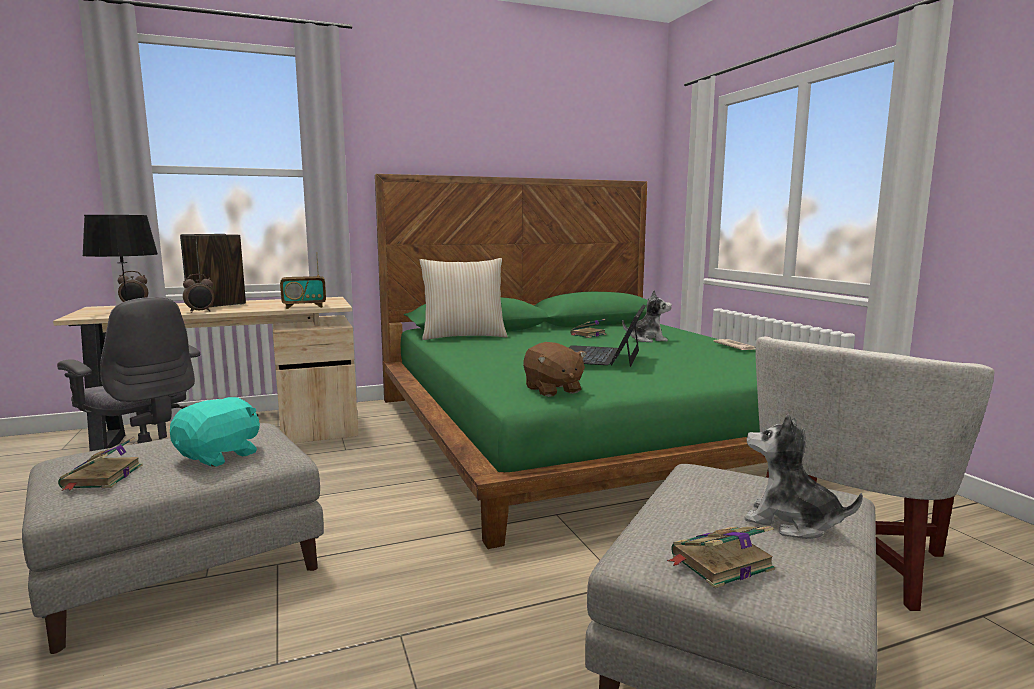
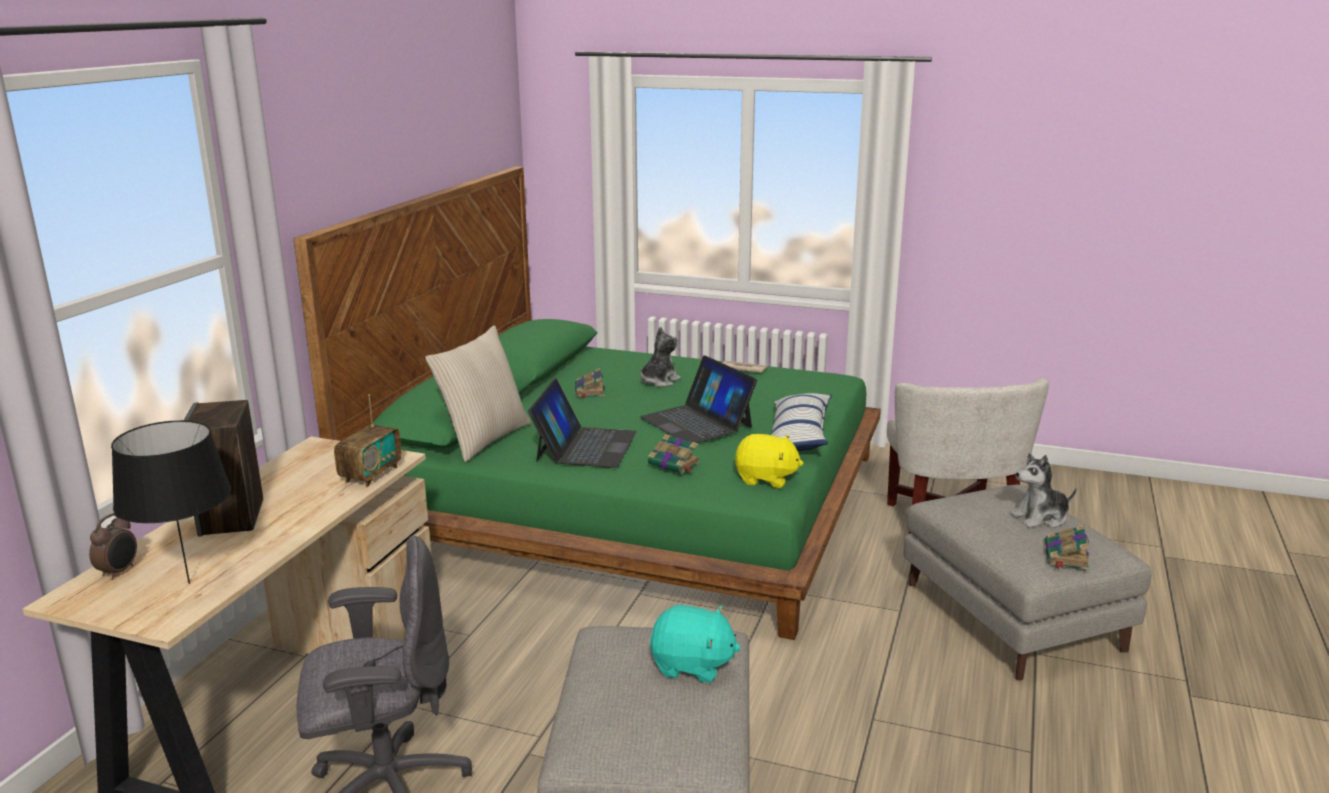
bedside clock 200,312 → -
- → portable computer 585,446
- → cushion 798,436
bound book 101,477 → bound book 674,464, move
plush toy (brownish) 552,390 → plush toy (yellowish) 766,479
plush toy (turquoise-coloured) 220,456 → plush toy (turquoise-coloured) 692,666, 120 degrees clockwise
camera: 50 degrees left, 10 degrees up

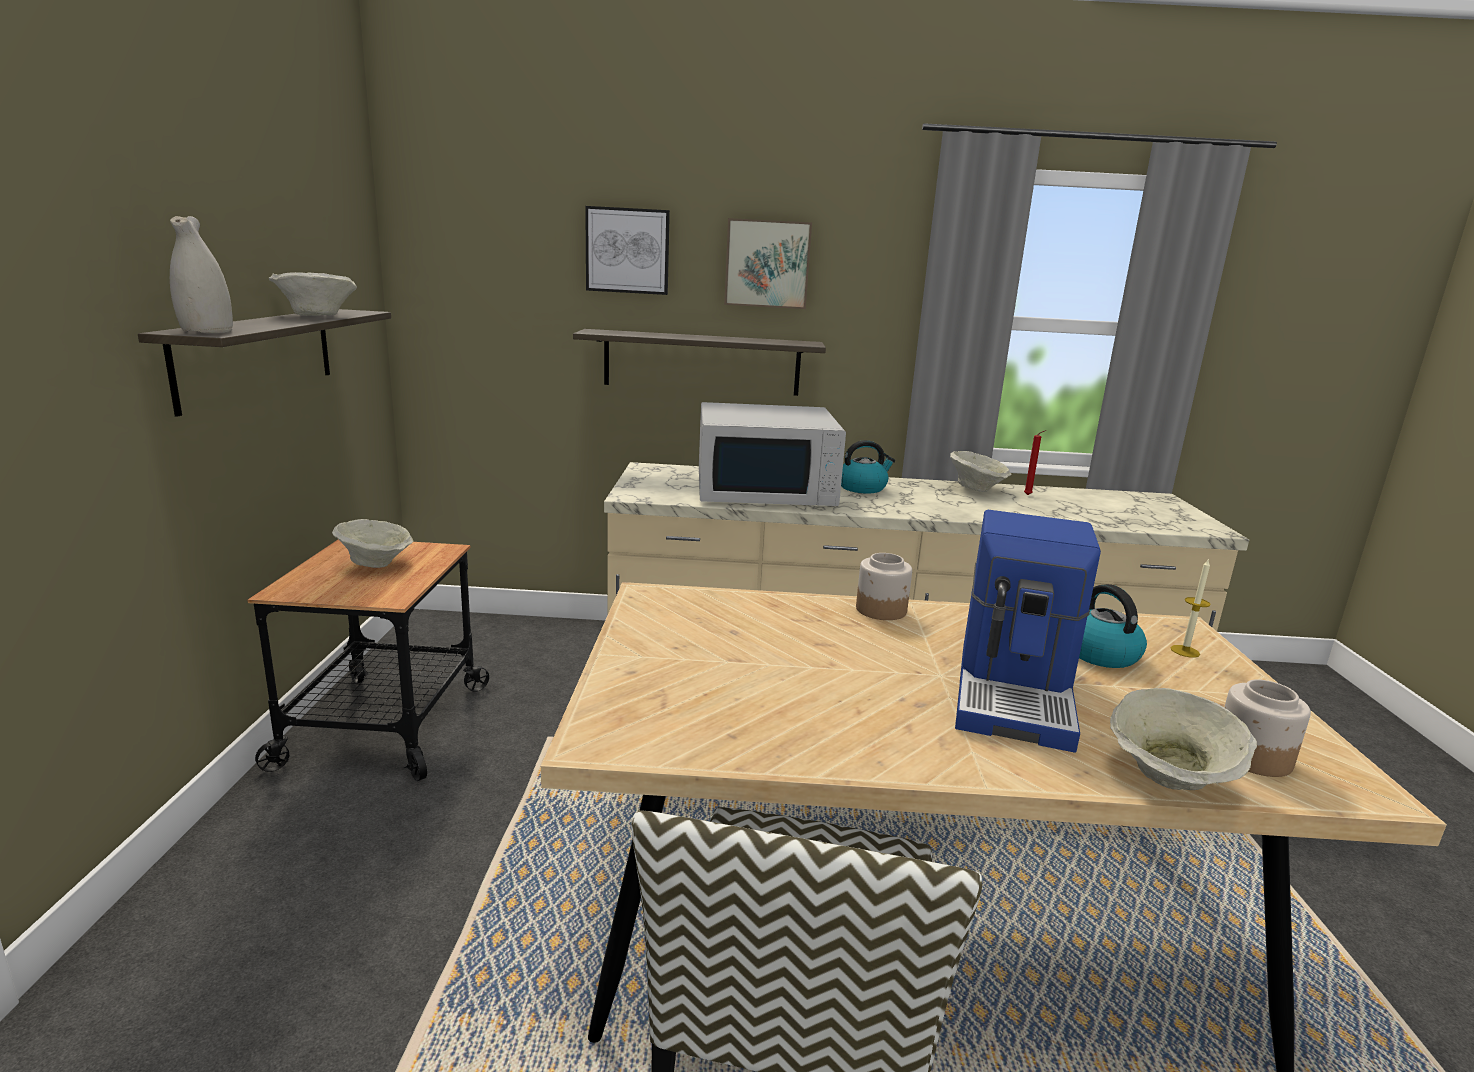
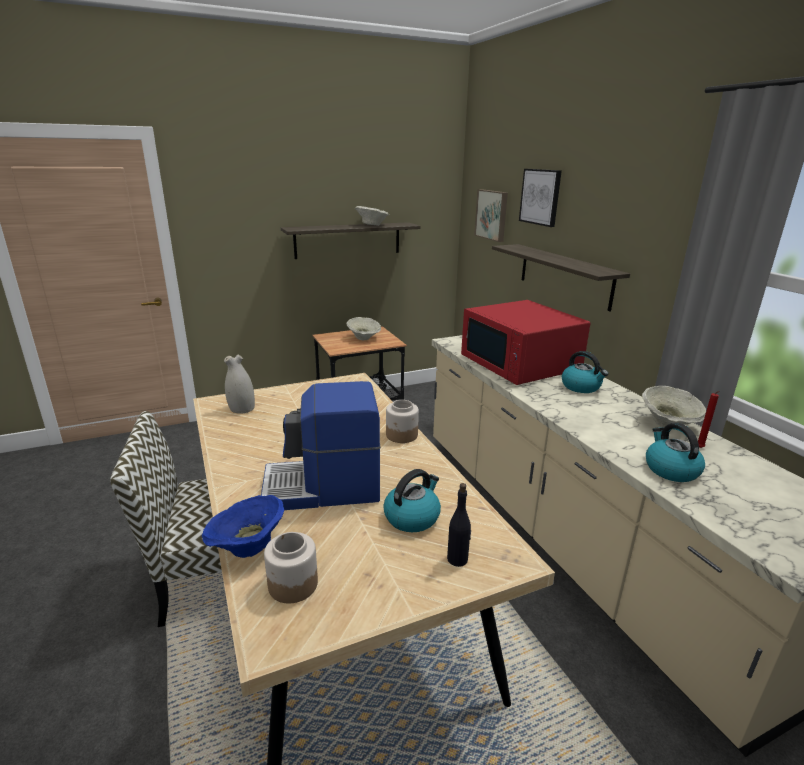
- → kettle 670,469
vase (white-coloured) 206,332 → vase (white-coloured) 241,409, move
wall picture 767,264 → wall picture 492,215, move
wax candle 1185,651 → drink bottle (black-coloured) 457,559
kitchen microwave (white-coloured) 766,489 → kitchen microwave (reddish) 520,364
serving bowl (beige-coloured) 1170,778 → serving bowl (blue) 247,547
camera: 65 degrees right, 5 degrees up

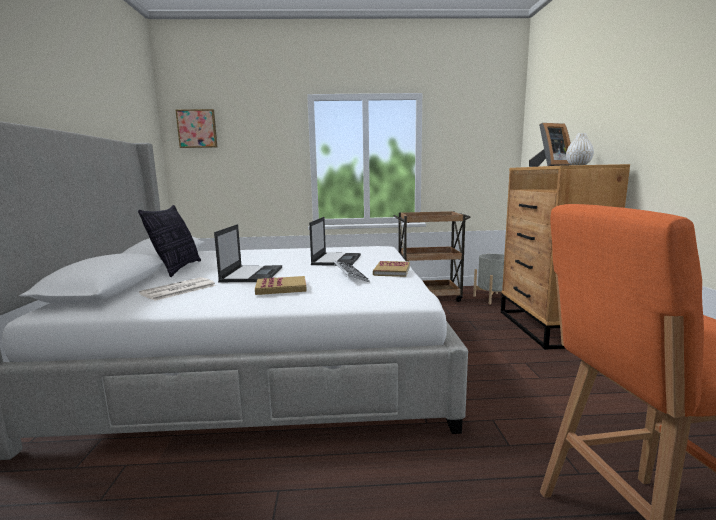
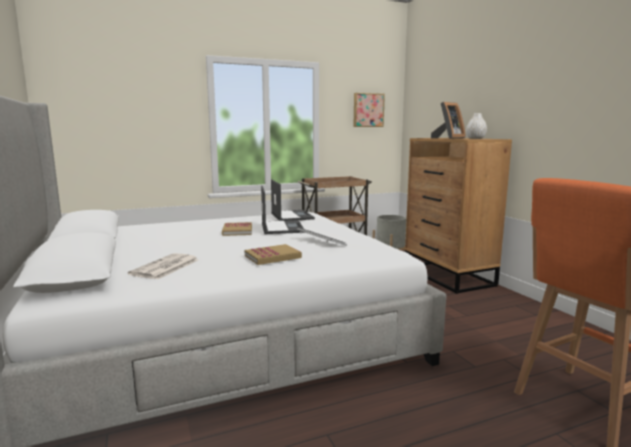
cushion 177,269 → -
wall picture 197,129 → wall picture 368,110, move
portable computer 252,274 → portable computer 291,216, move
bound book 392,271 → bound book 237,231, move
camera: 20 degrees left, 0 degrees up

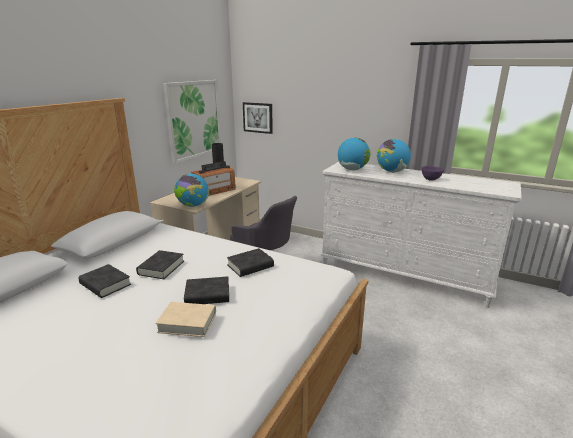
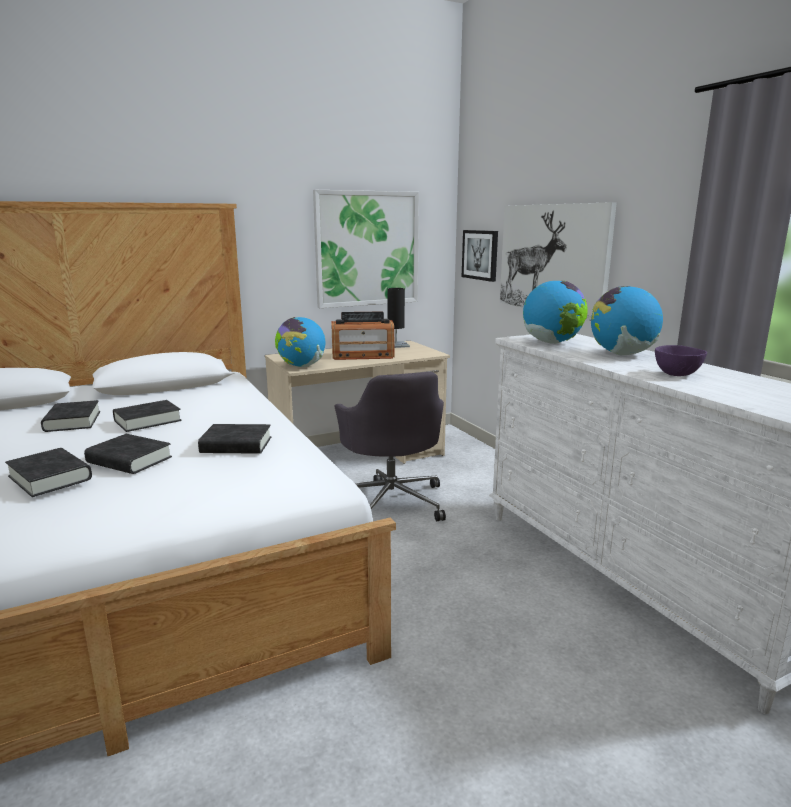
- → wall picture 552,259
bound book (beige-coloured) 187,322 → bound book (black-coloured) 50,478
camera: 35 degrees right, 5 degrees down

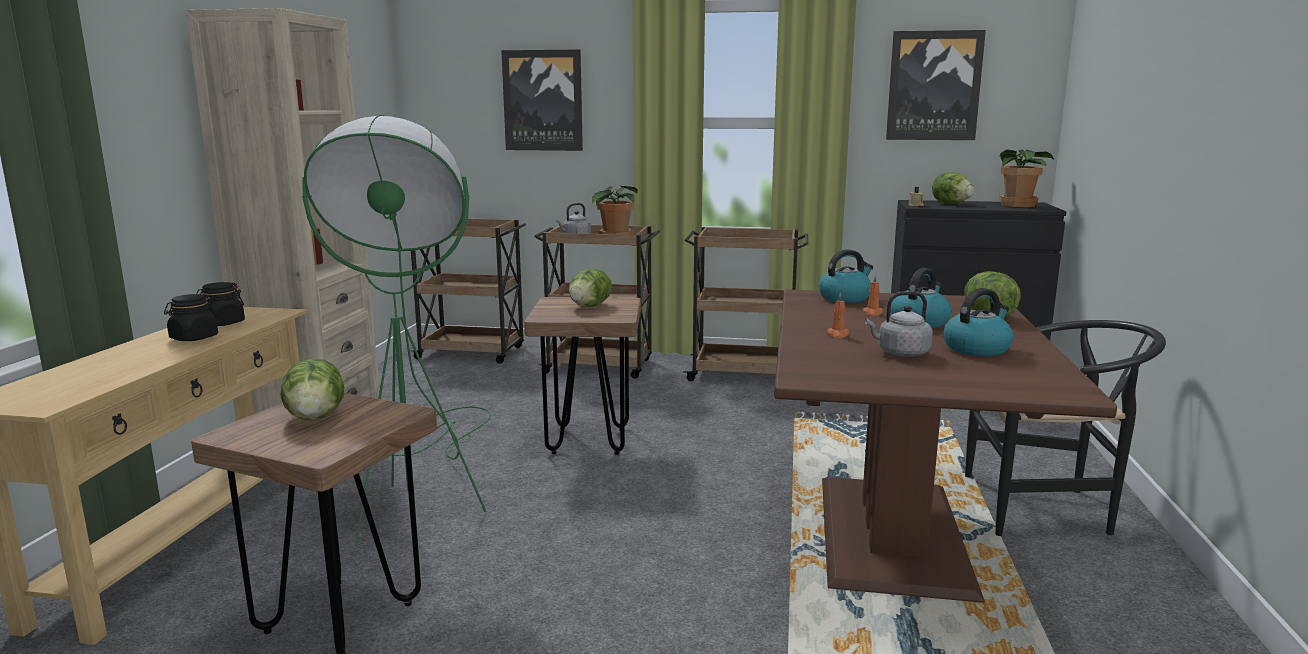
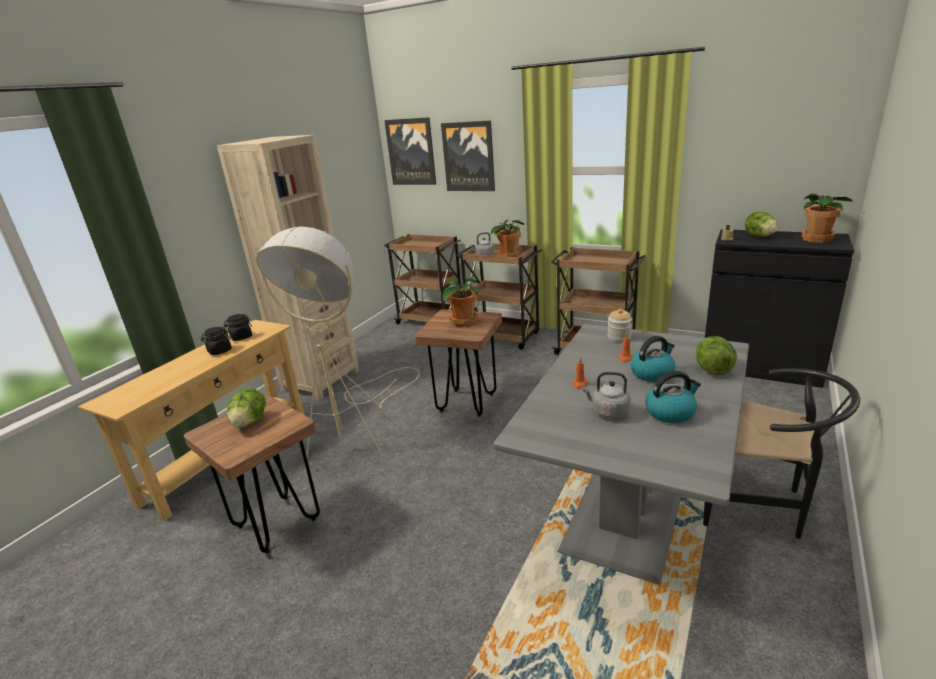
wall picture 934,86 → wall picture 411,152, move
head of lettuce 589,306 → houseplant 463,321
kettle 845,298 → jar 619,337
standard lamp (greenish) 422,487 → standard lamp (beige-coloured) 357,431
dining table (brownish) 895,534 → dining table (grey) 629,511
camera: 20 degrees right, 10 degrees up

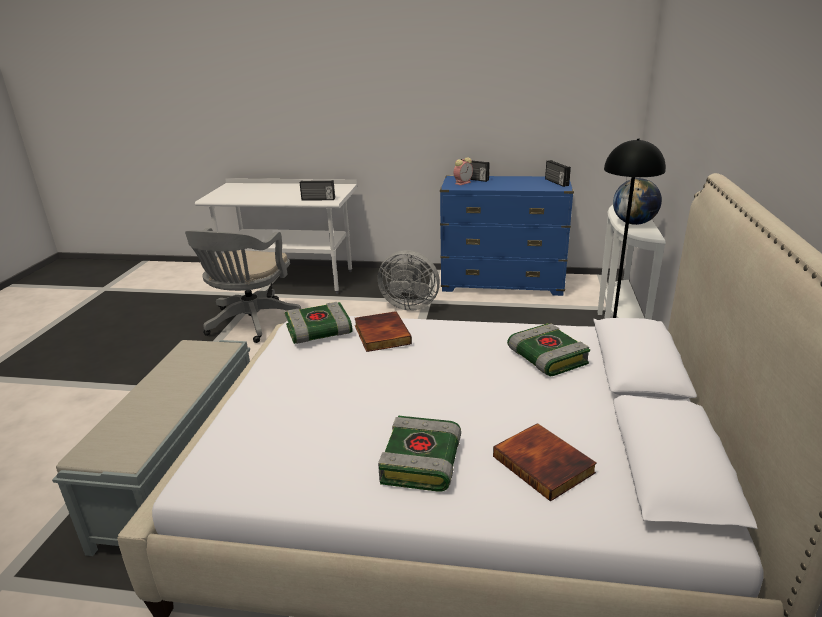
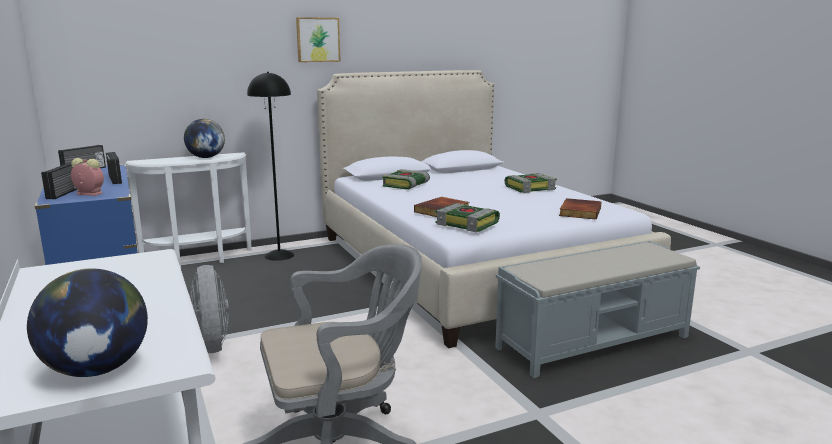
- → desk globe 97,369
- → wall picture 317,39
radio 318,199 → radio 116,179, move
bound book 544,464 → bound book 579,211, move
camera: 125 degrees left, 10 degrees down

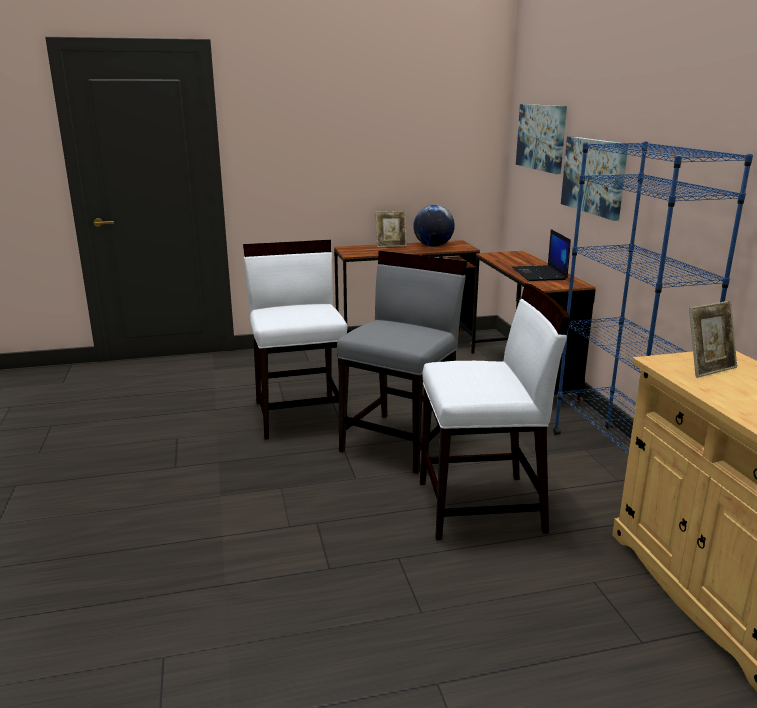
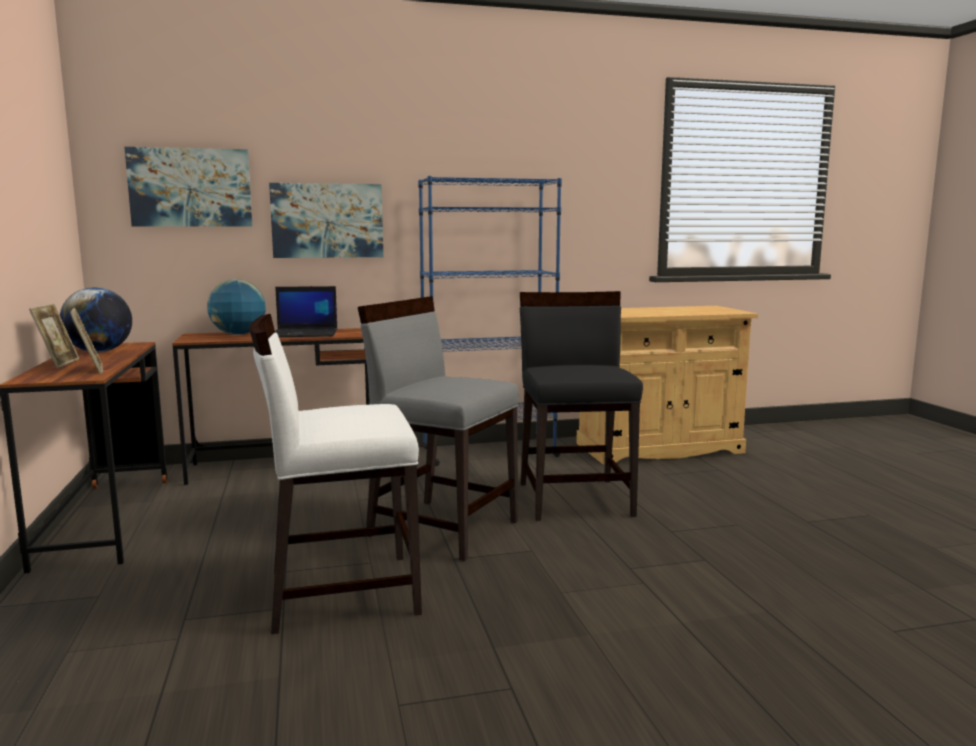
- → desk globe 238,334
standing frame 708,369 → standing frame 90,370, move
chair (white-coloured) 482,507 → chair (black-coloured) 575,498
camera: 90 degrees left, 10 degrees down

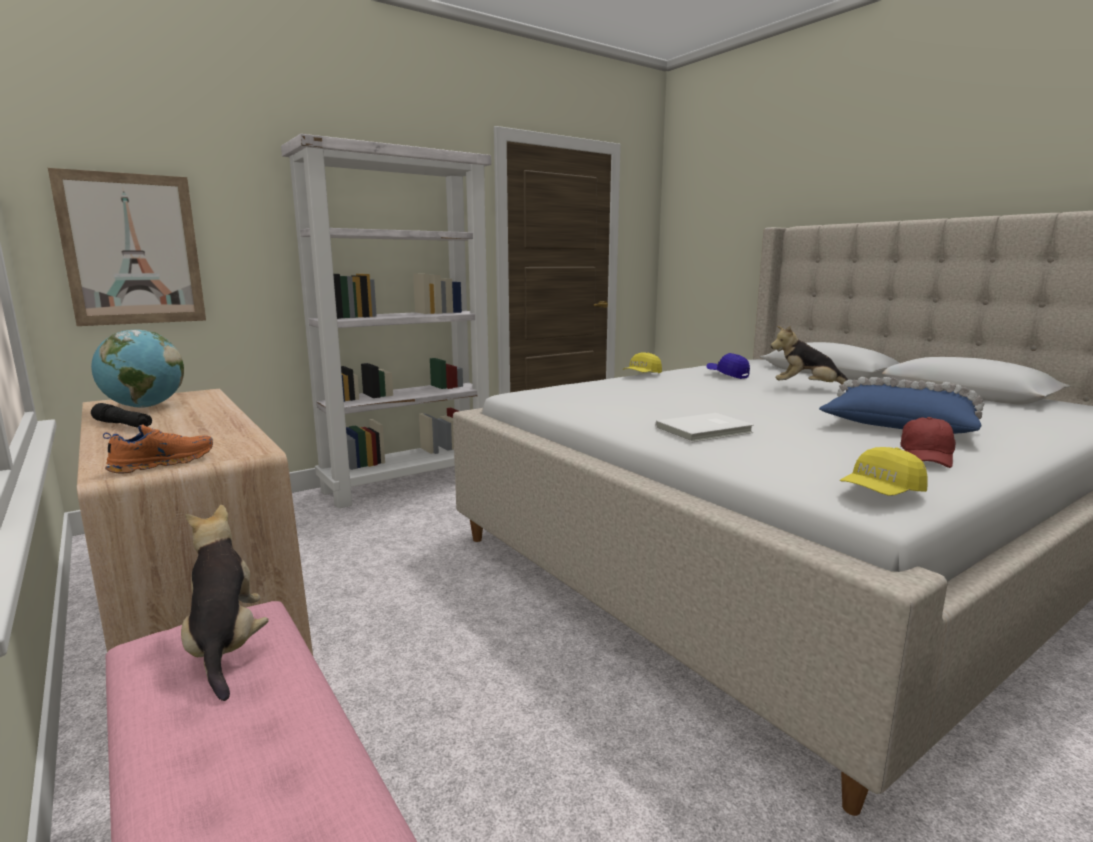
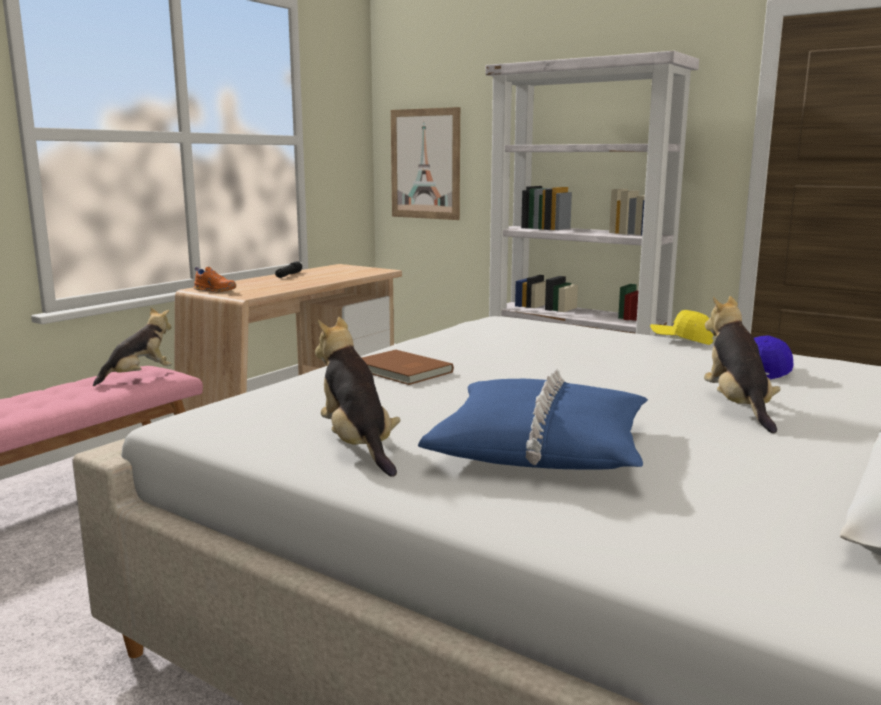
desk globe 144,407 → -
peaked cap (yellowish) 881,493 → -
peaked cap (reddish) 926,457 → plush toy 358,446
bound book (white-coloured) 706,431 → bound book (brownish) 401,371
camera: 70 degrees right, 0 degrees up

